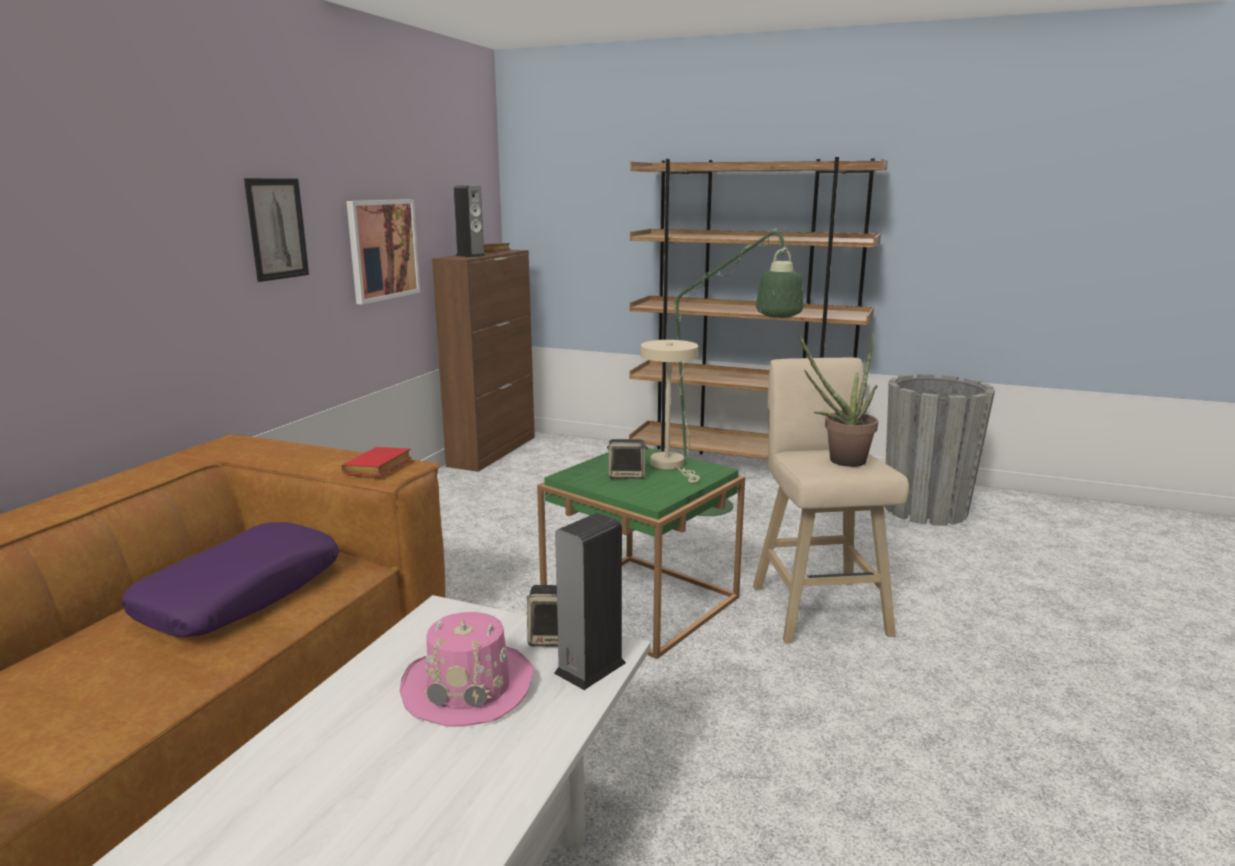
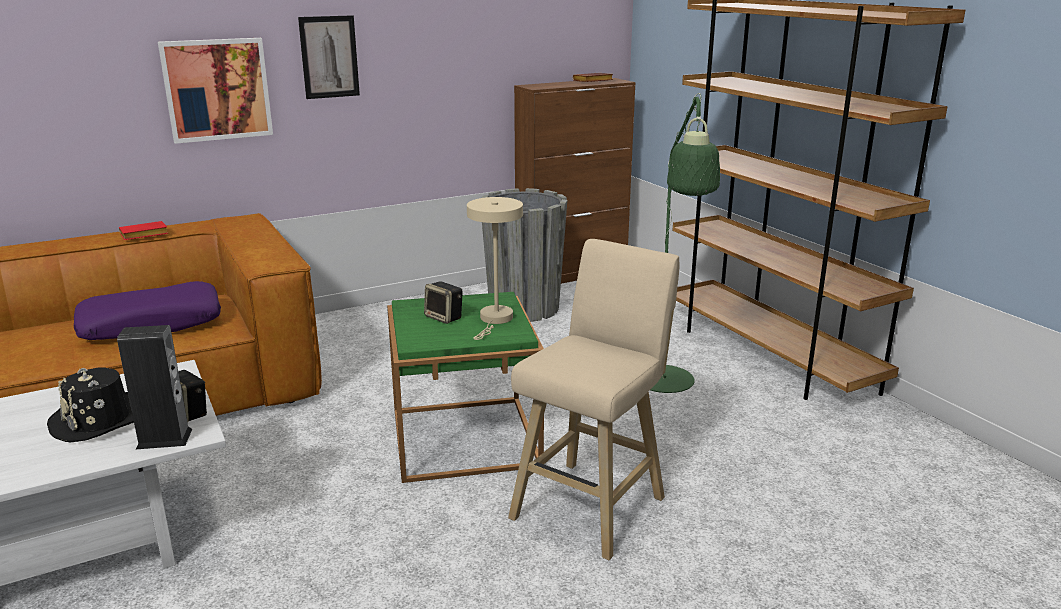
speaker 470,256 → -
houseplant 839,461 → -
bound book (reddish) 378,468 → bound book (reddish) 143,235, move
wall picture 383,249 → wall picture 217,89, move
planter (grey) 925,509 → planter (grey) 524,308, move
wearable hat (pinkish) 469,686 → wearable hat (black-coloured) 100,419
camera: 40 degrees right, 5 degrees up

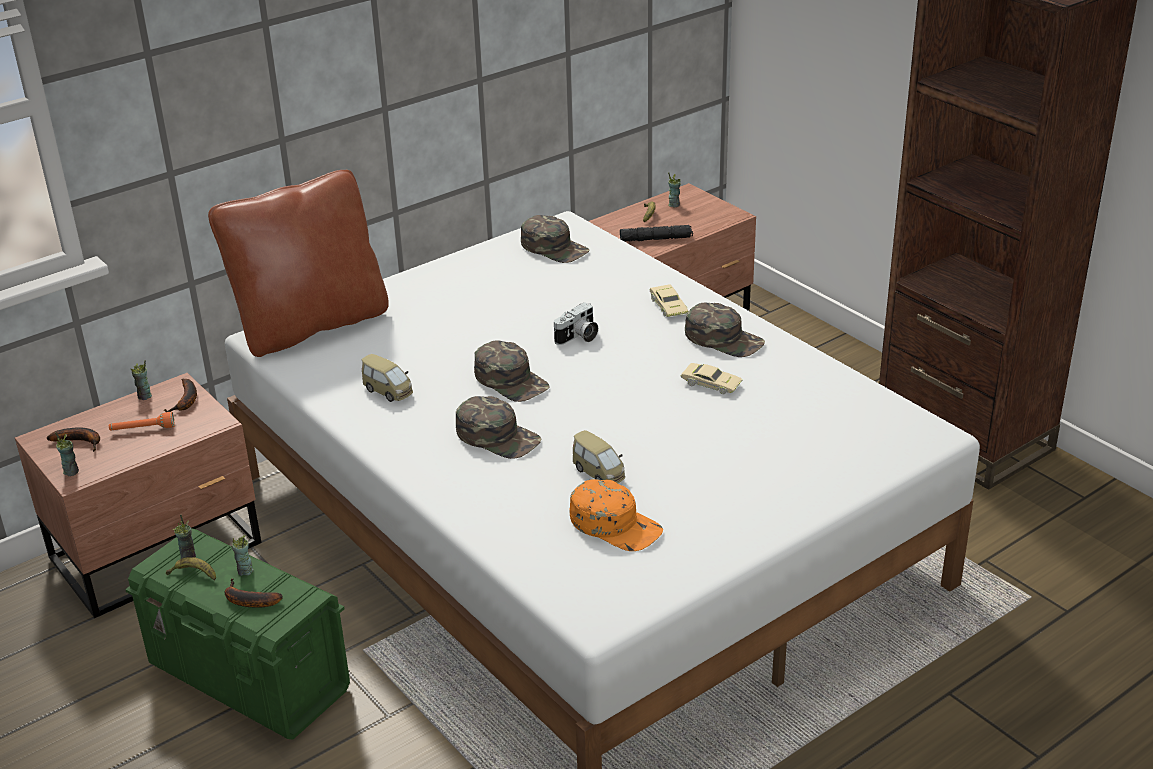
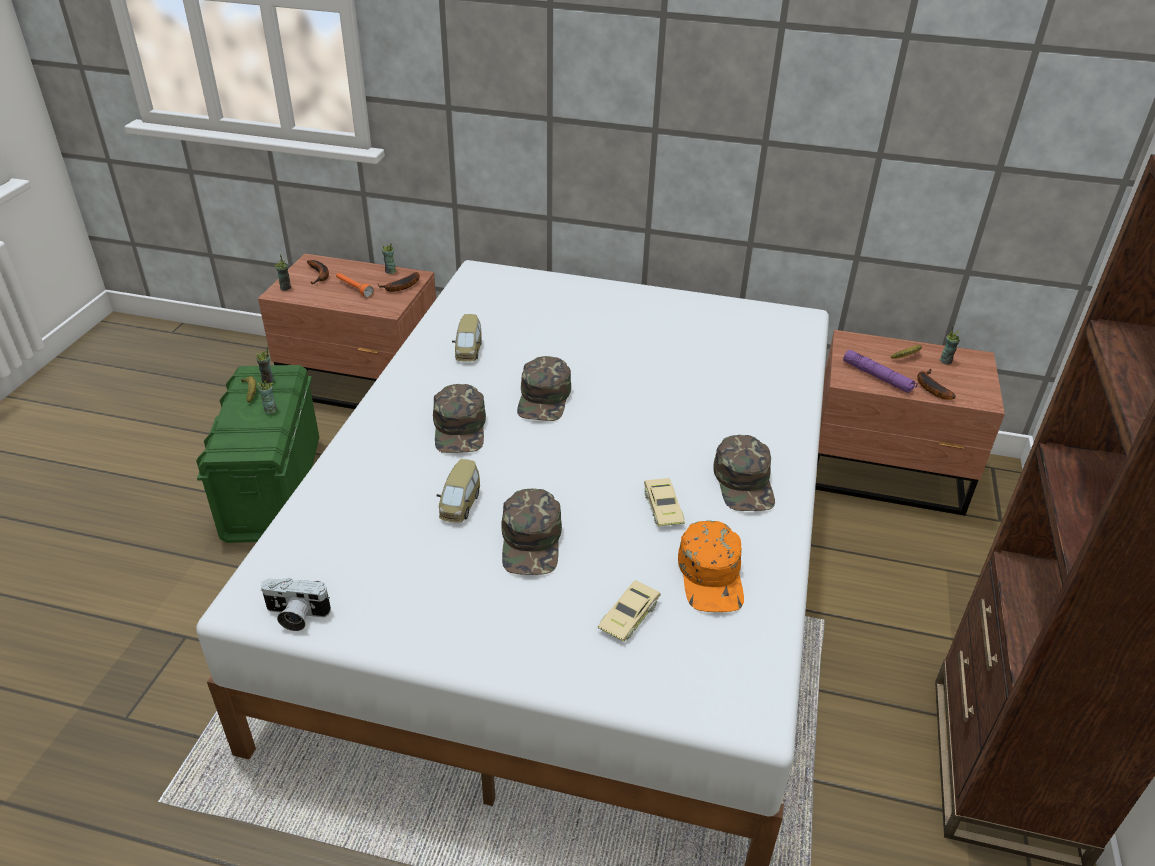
cushion (brownish) 311,325 → -
banana 247,601 → banana 930,387, move
peaked cap (greenish) 554,248 → peaked cap (greenish) 532,541, move
still camera 578,337 → still camera 295,616, move
peaked cap (orange-coloured) 615,524 → peaked cap (orange-coloured) 712,575, move
miniature car (beige-coloured) 668,306 → miniature car (beige-coloured) 629,616, move
hand torch (black-coloured) 656,239 → hand torch (purple) 877,377
camera: 50 degrees right, 5 degrees up

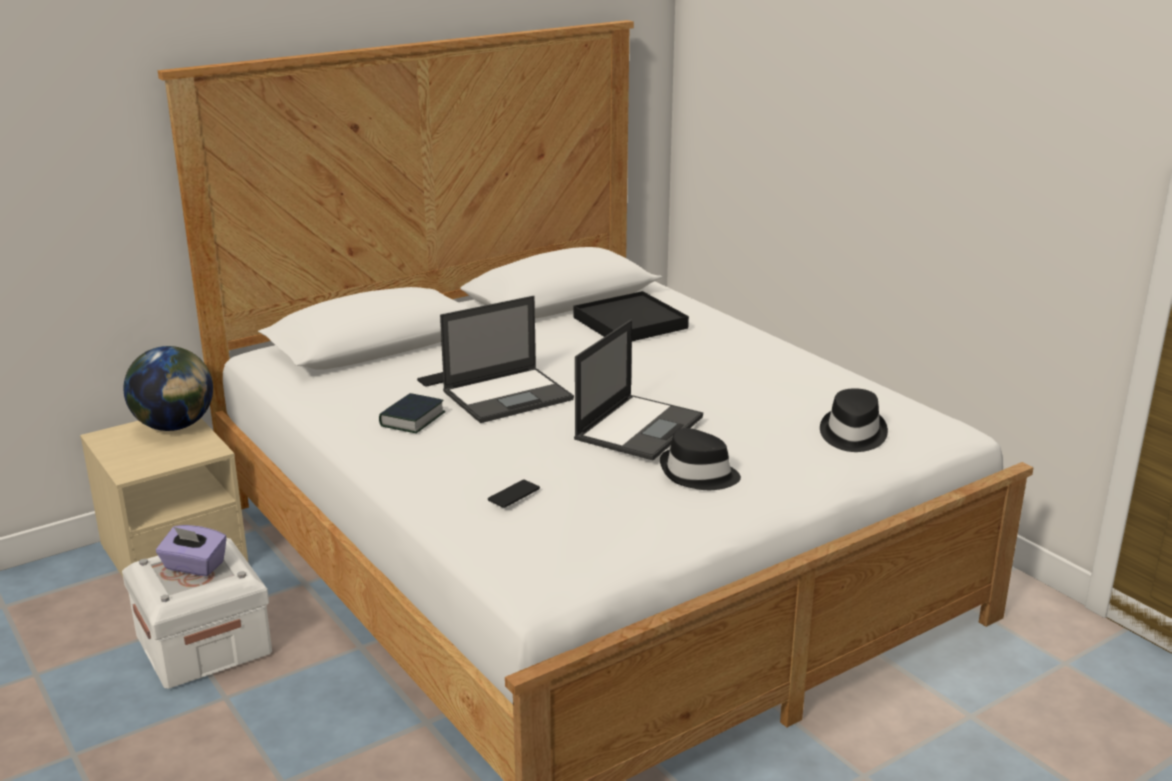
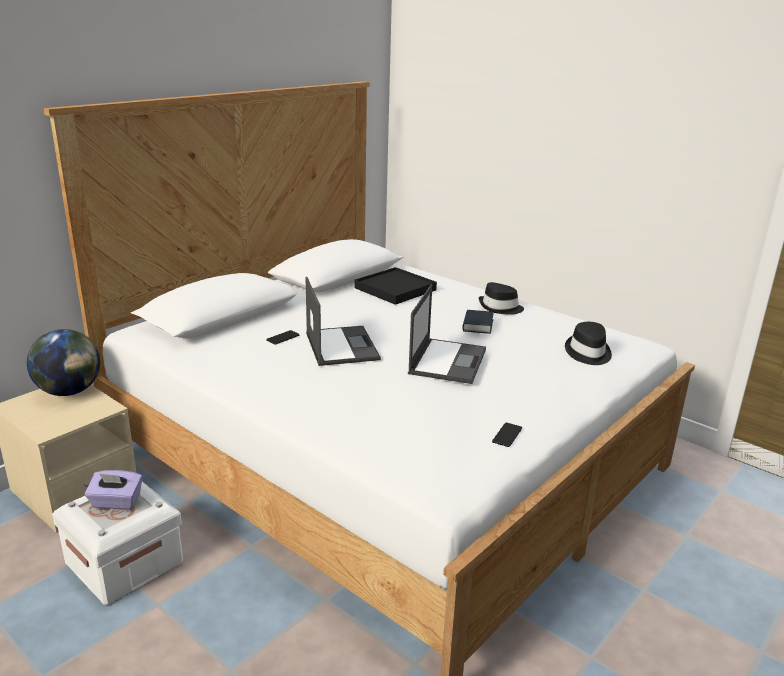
bound book 412,419 → bound book 477,326, move
telephone 514,494 → telephone 507,435, move
wearable hat (black-coloured) 698,474 → wearable hat (black-coloured) 500,308, move
portable computer 509,395 → portable computer 341,346, 60 degrees counterclockwise
camera: 15 degrees left, 0 degrees up

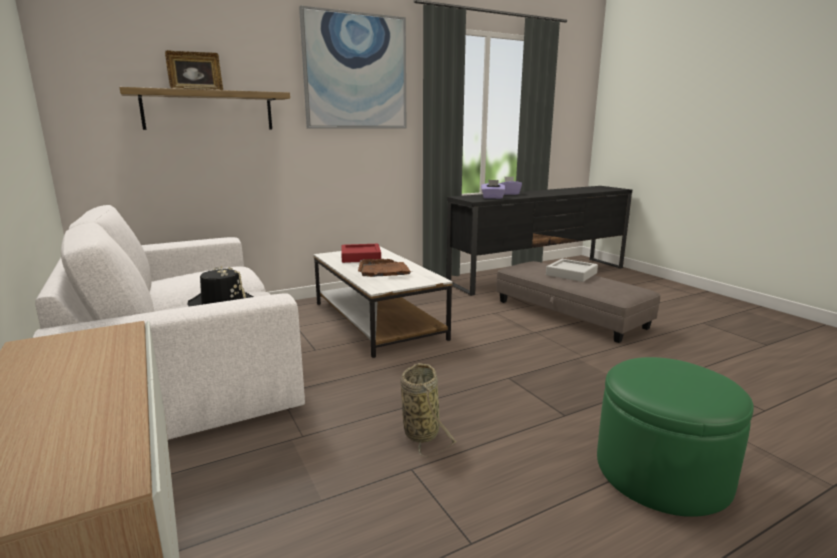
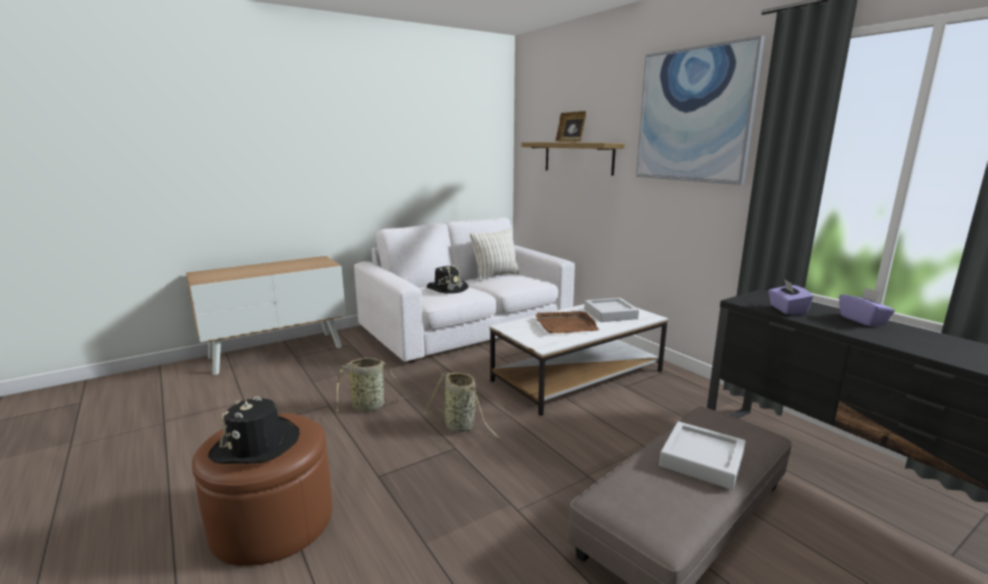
- → wearable hat (black-coloured) 256,445
- → storage basket 461,427
- → cushion 495,275
serving tray (reddish) 361,257 → serving tray (grey) 610,314
footrest (greenish) 662,472 → footrest (brownish) 272,521
camera: 85 degrees right, 0 degrees up

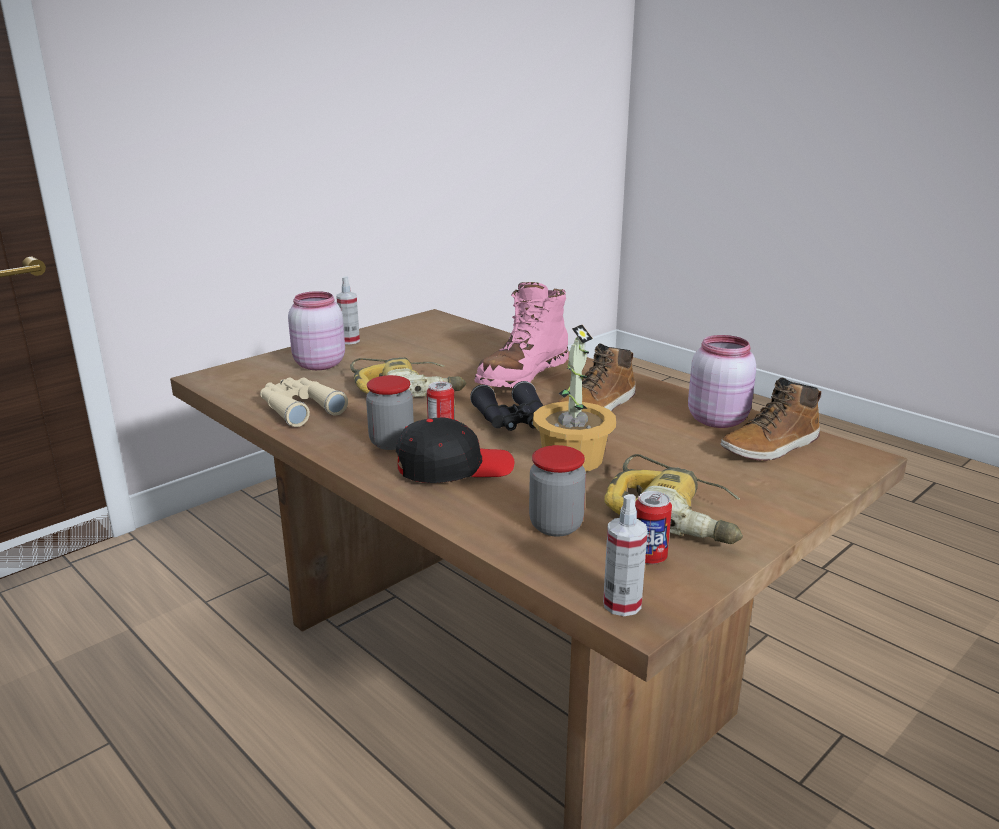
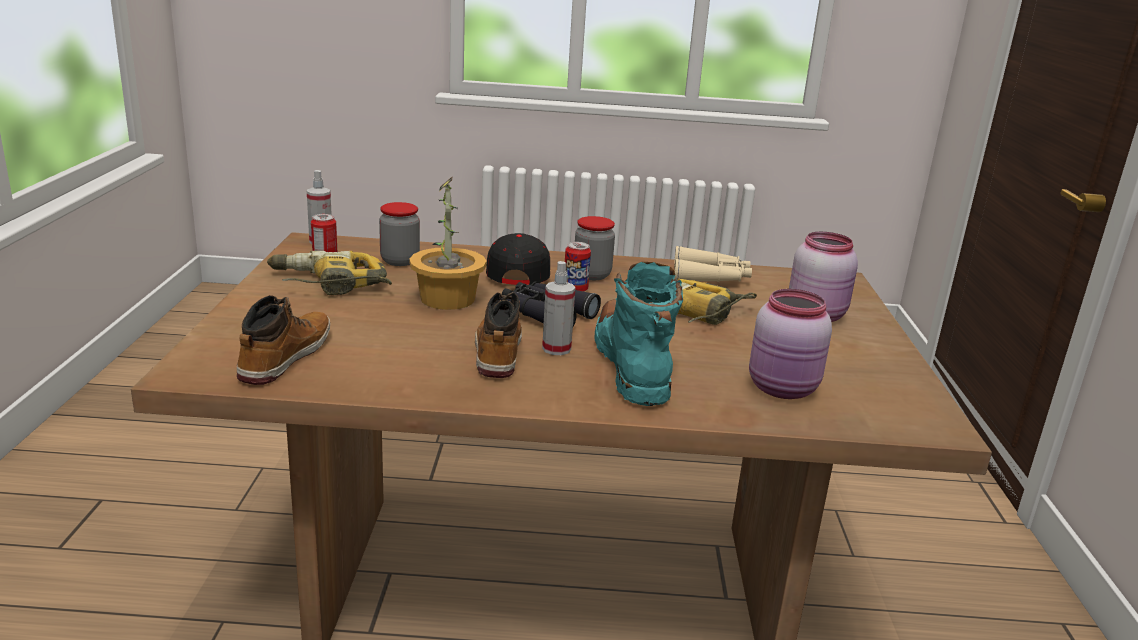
sprayer 349,341 → sprayer 556,349, move
jar (pinkish) 717,419 → jar (pinkish) 784,389, move
high-top boot (pinkish) 522,374 → high-top boot (turquoise-coloured) 632,366
peaked cap (black-coloured) 454,467 → peaked cap (black-coloured) 518,272, 150 degrees clockwise
camera: 135 degrees right, 0 degrees up

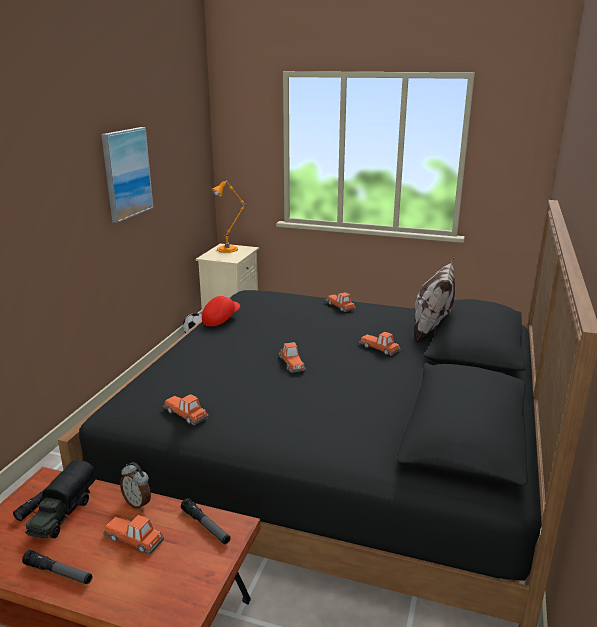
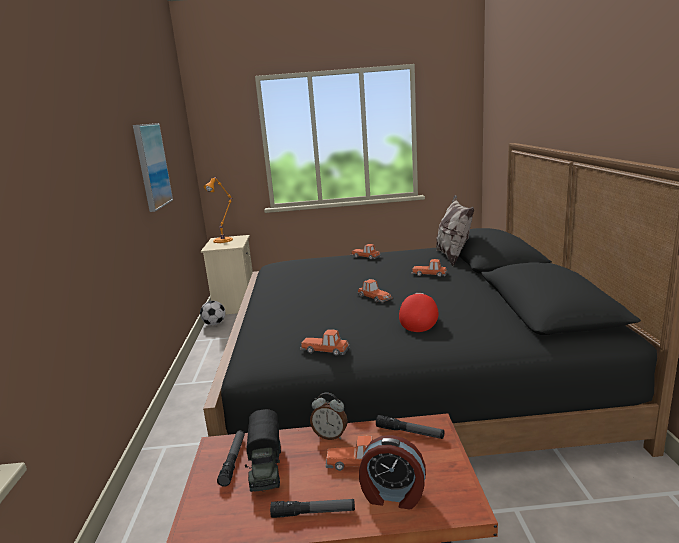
- → bedside clock 392,496
peaked cap (reddish) 221,319 → peaked cap (reddish) 418,322, move
camera: 20 degrees left, 5 degrees down

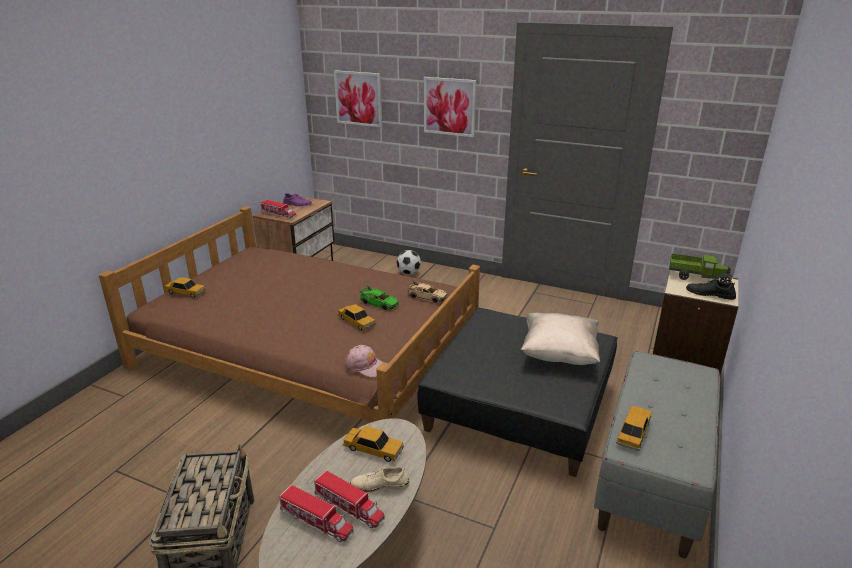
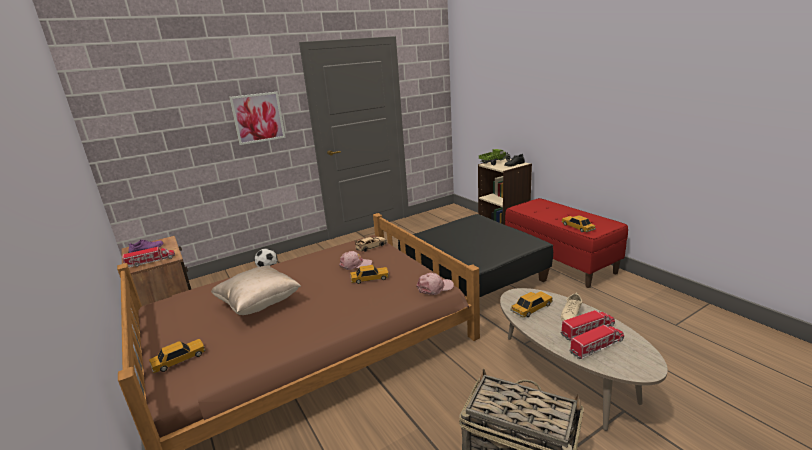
wall picture 358,98 → -
cushion (beige-coloured) 559,355 → cushion (beige-coloured) 259,304, move
miniature car (greenish) 379,303 → peaked cap (pinkish) 355,265
long seat (grey) 652,478 → long seat (reddish) 560,261
camera: 55 degrees left, 5 degrees down

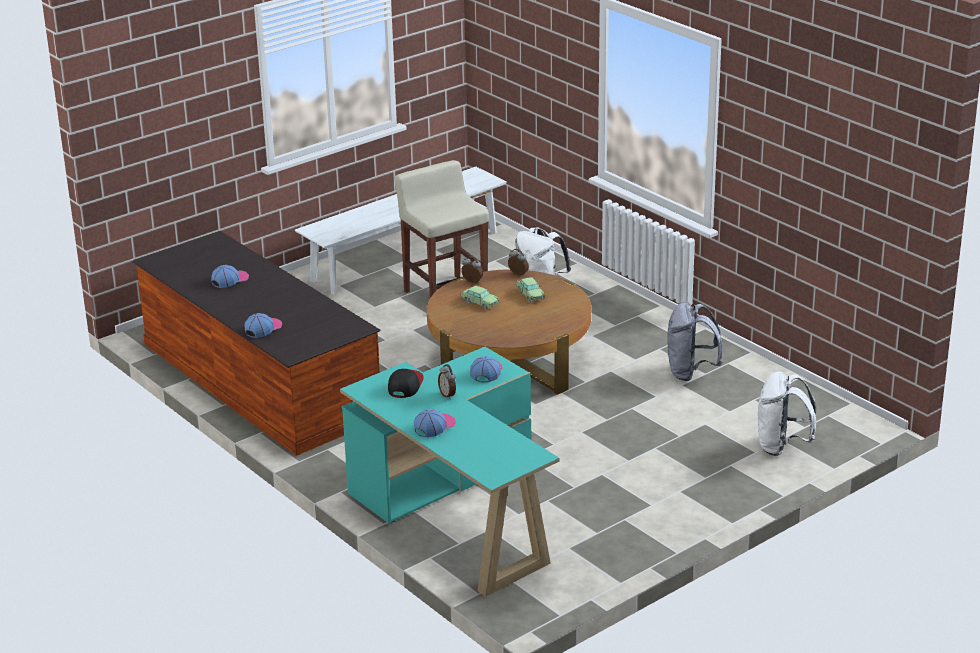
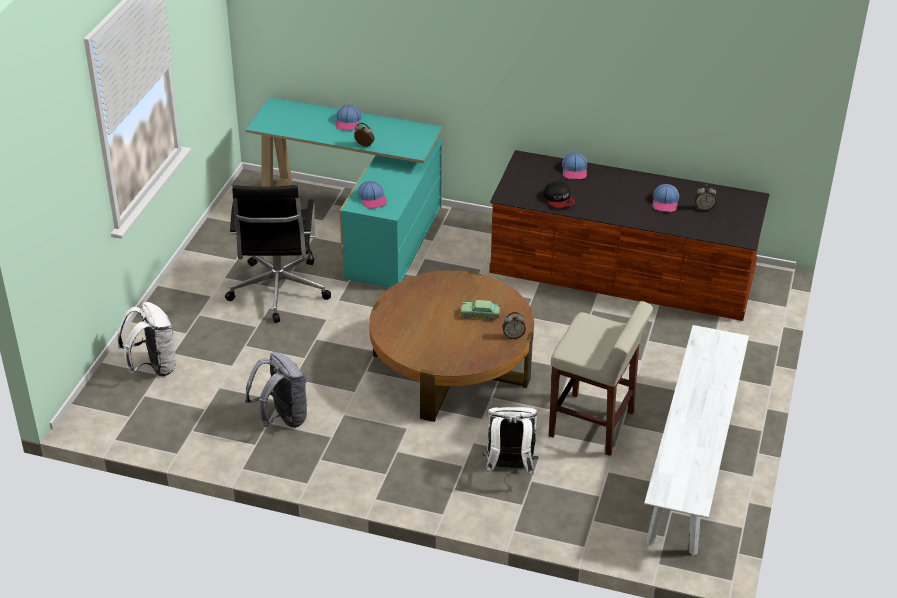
miniature car 530,295 → -
- → office chair (black-coloured) 278,292
peaked cap 405,385 → peaked cap 559,199, move
bedside clock 518,274 → bedside clock 704,208, move
camera: 145 degrees right, 10 degrees up

